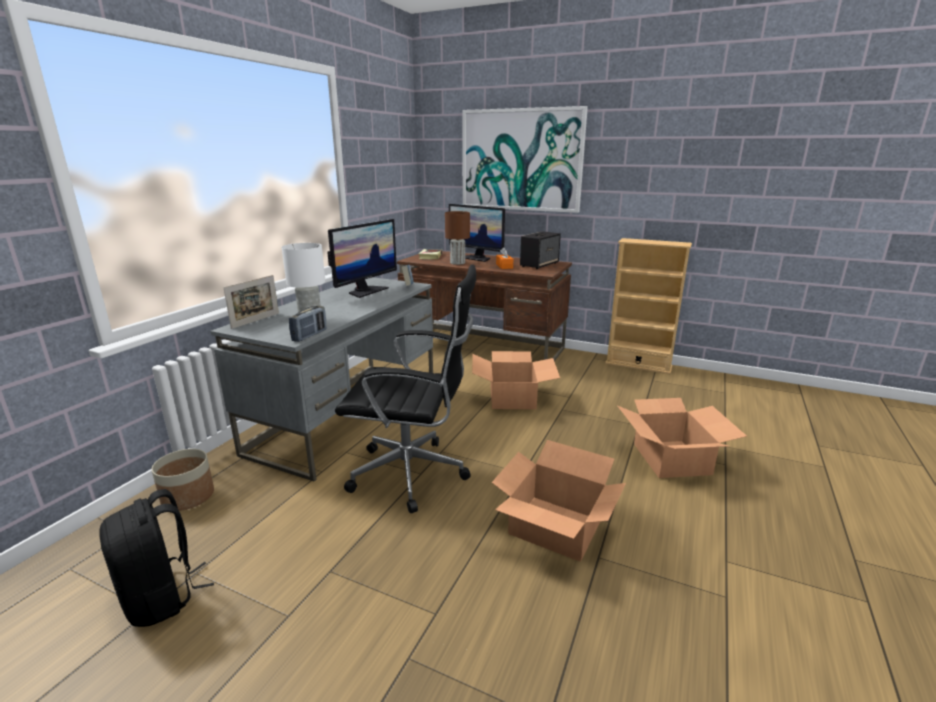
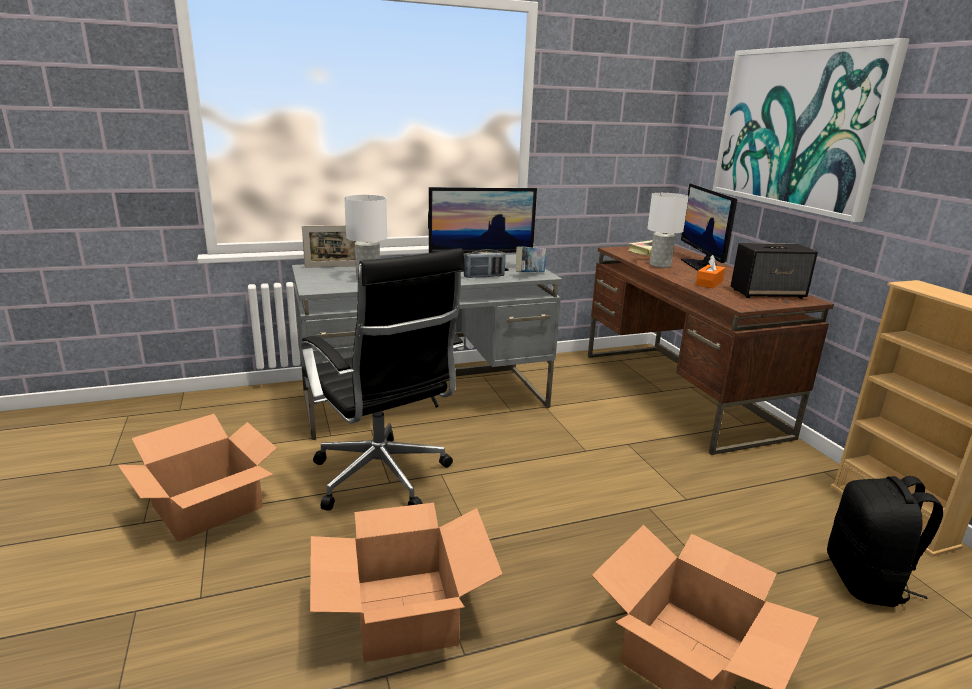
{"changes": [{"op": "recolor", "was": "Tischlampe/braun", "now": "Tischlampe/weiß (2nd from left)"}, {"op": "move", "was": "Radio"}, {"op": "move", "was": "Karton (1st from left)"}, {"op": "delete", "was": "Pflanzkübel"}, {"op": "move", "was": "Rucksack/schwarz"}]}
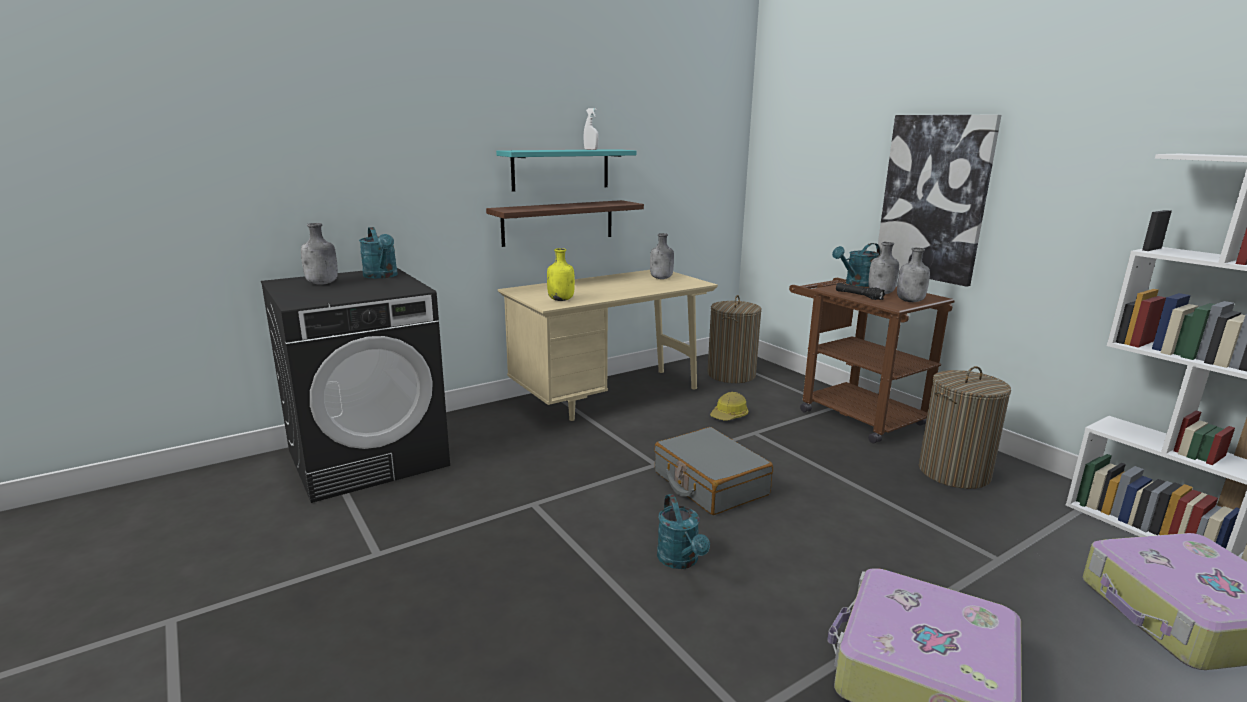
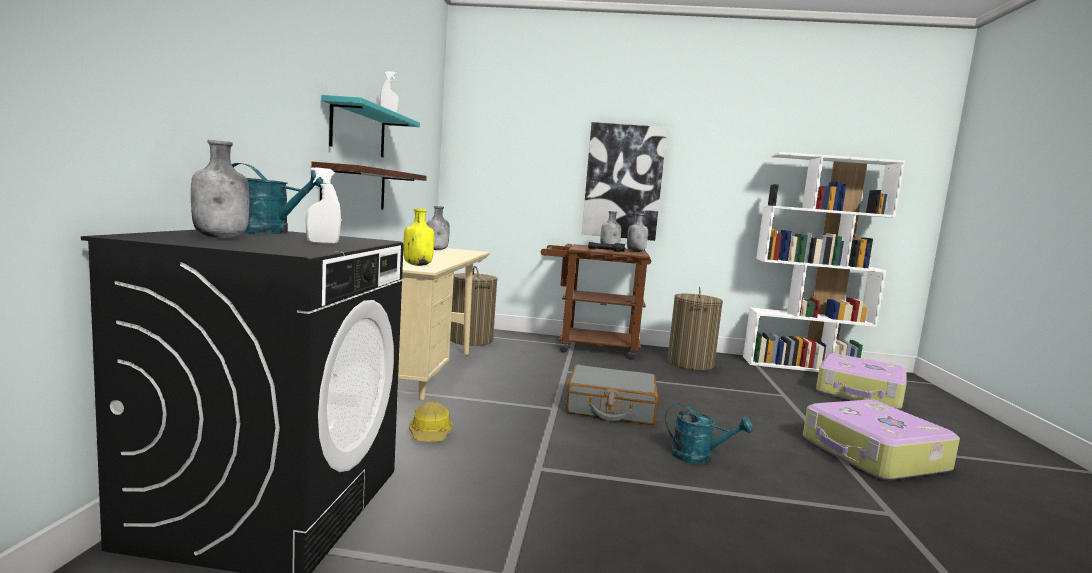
{"changes": [{"op": "delete", "was": "Gießkanne/türkis (3rd from left)"}, {"op": "move", "was": "Schutzhelm"}, {"op": "insert", "now": "Sprühflasche/weiß (1st from left)"}]}
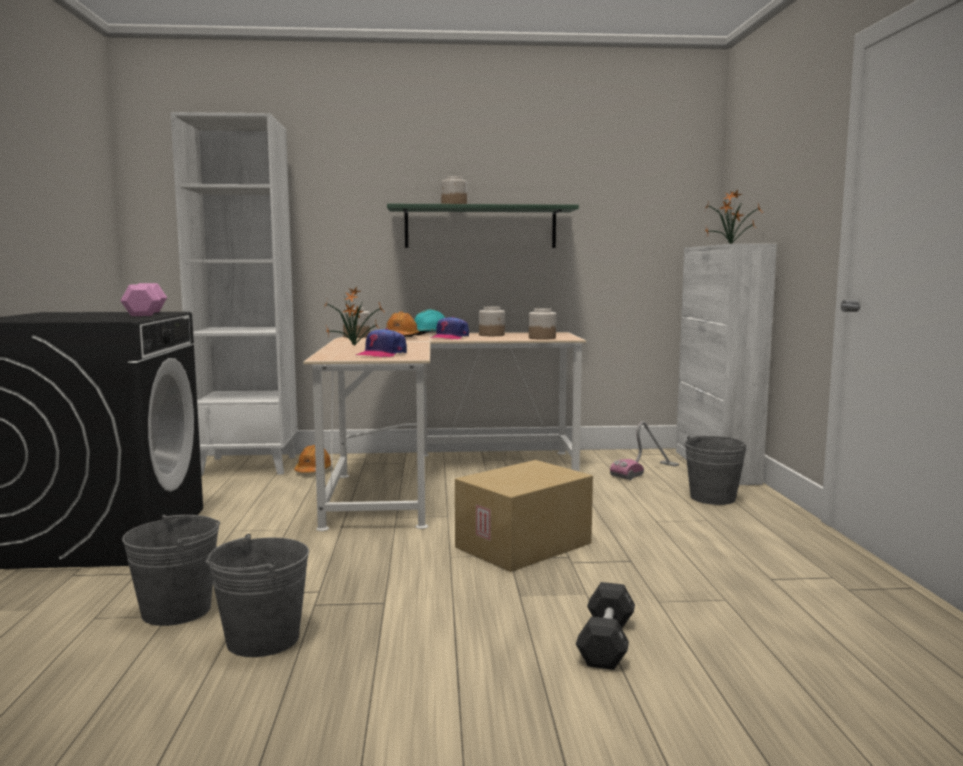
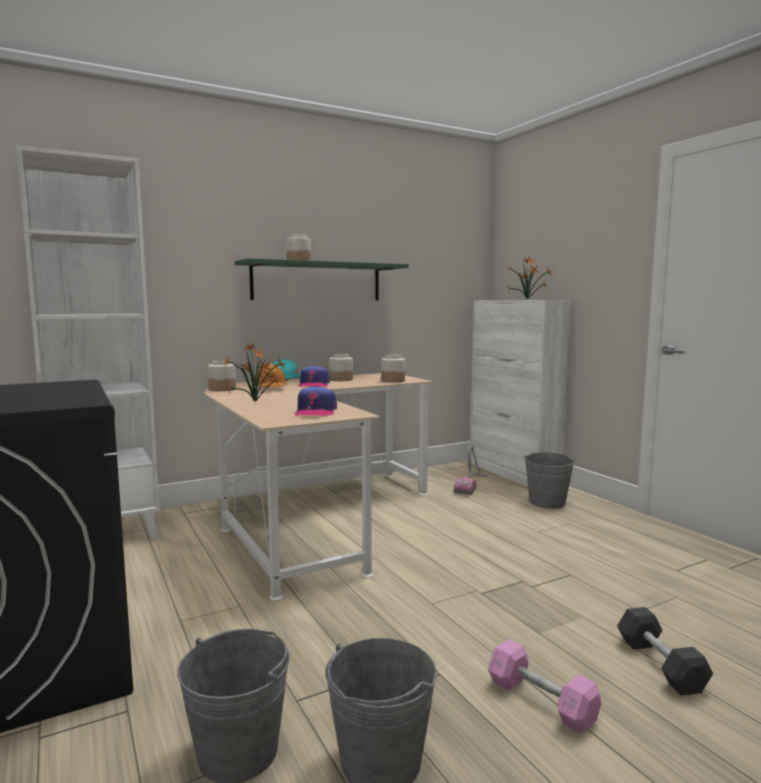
{"changes": [{"op": "move", "was": "Hantel/rosa"}, {"op": "delete", "was": "Schutzhelm/orange (1st from left)"}, {"op": "delete", "was": "Karton"}]}
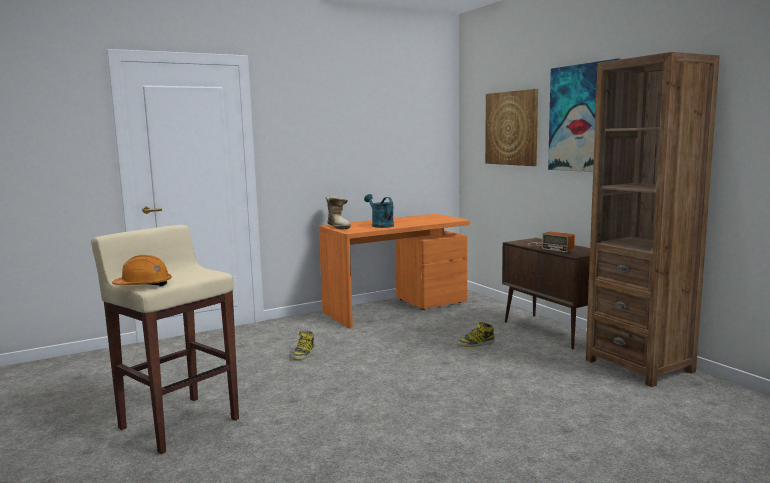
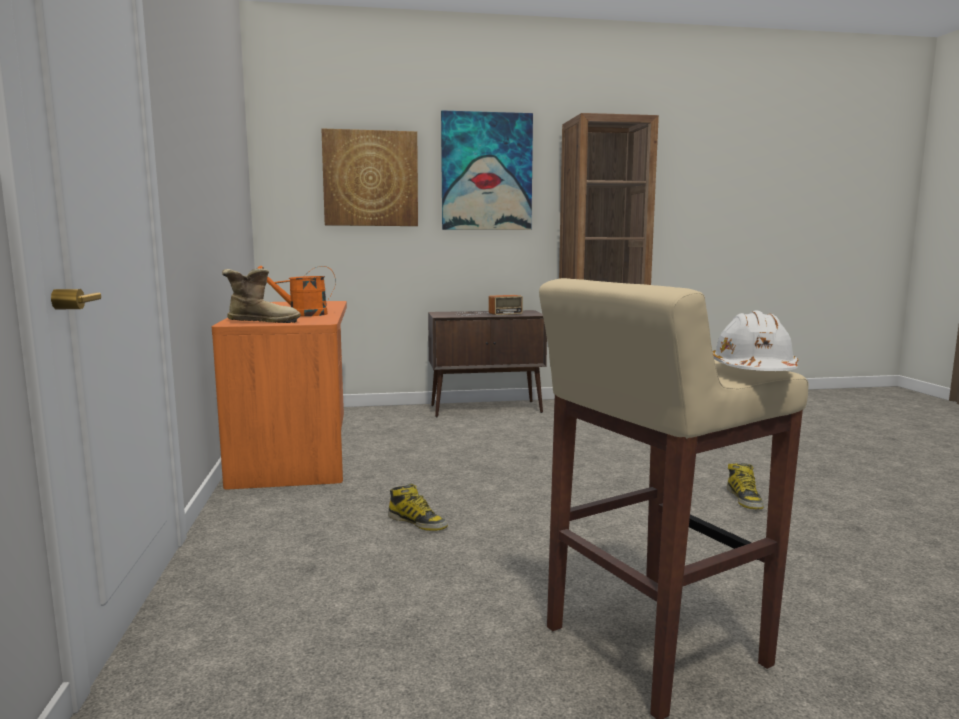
{"changes": [{"op": "recolor", "was": "Gießkanne/türkis", "now": "Gießkanne/orange"}, {"op": "recolor", "was": "Schutzhelm/orange", "now": "Schutzhelm/weiß"}, {"op": "move", "was": "Stiefel (3rd from left)"}]}
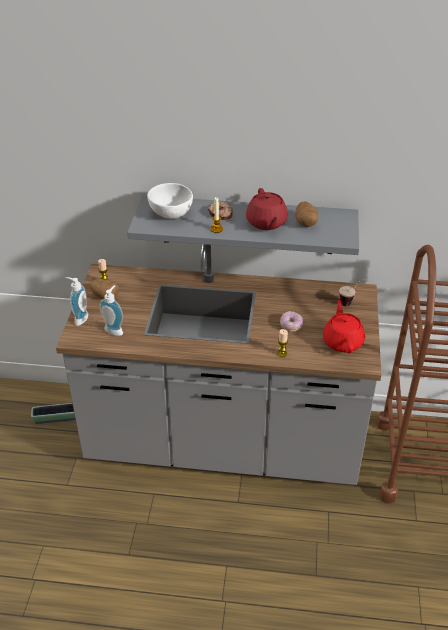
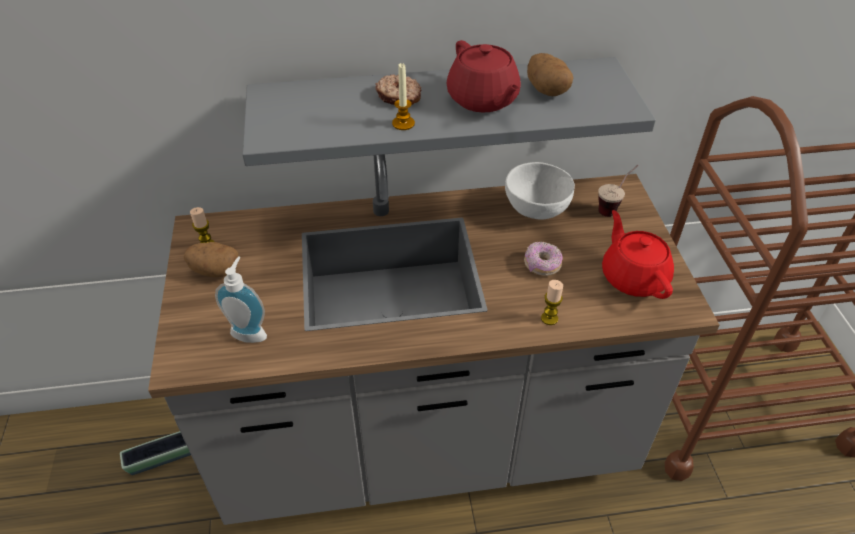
{"changes": [{"op": "move", "was": "Schüssel/weiß"}, {"op": "delete", "was": "Seifenspender (1st from left)"}]}
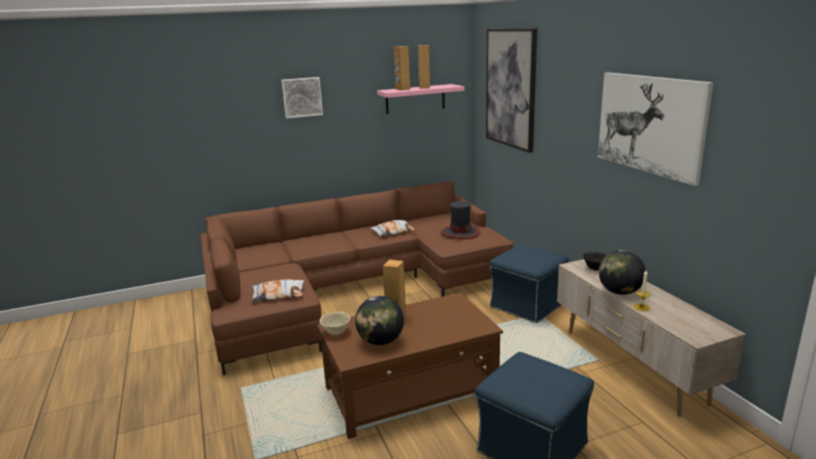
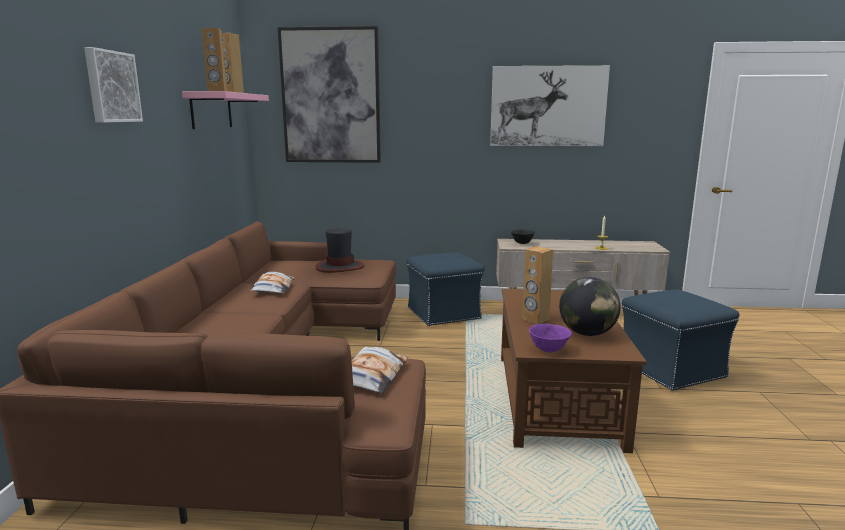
{"changes": [{"op": "delete", "was": "Globus (2nd from left)"}, {"op": "recolor", "was": "Schüssel/beige", "now": "Schüssel/lila"}]}
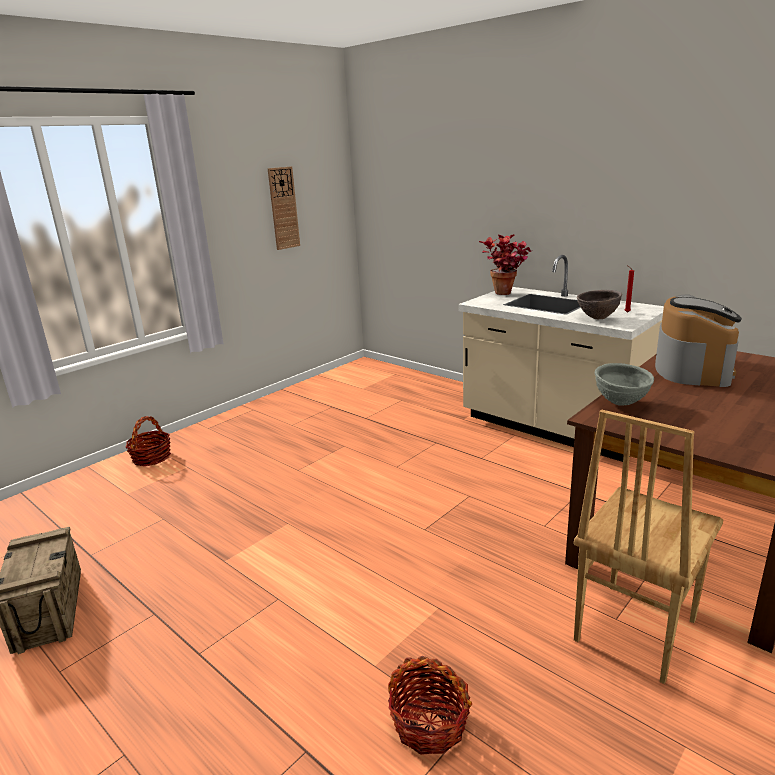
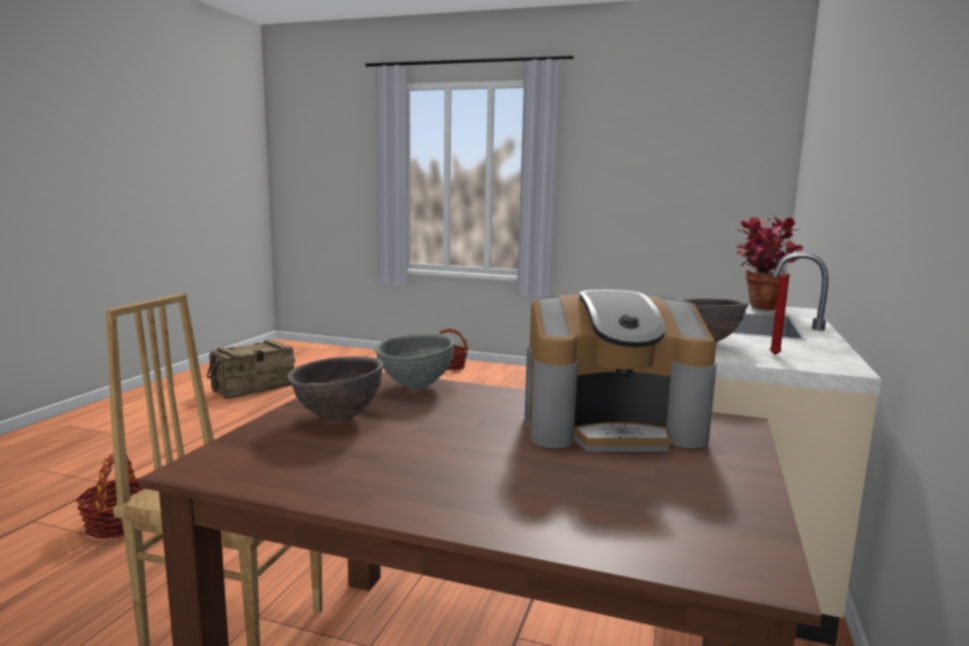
{"changes": [{"op": "delete", "was": "Wanduhr"}, {"op": "insert", "now": "Schüssel/braun (1st from left)"}]}
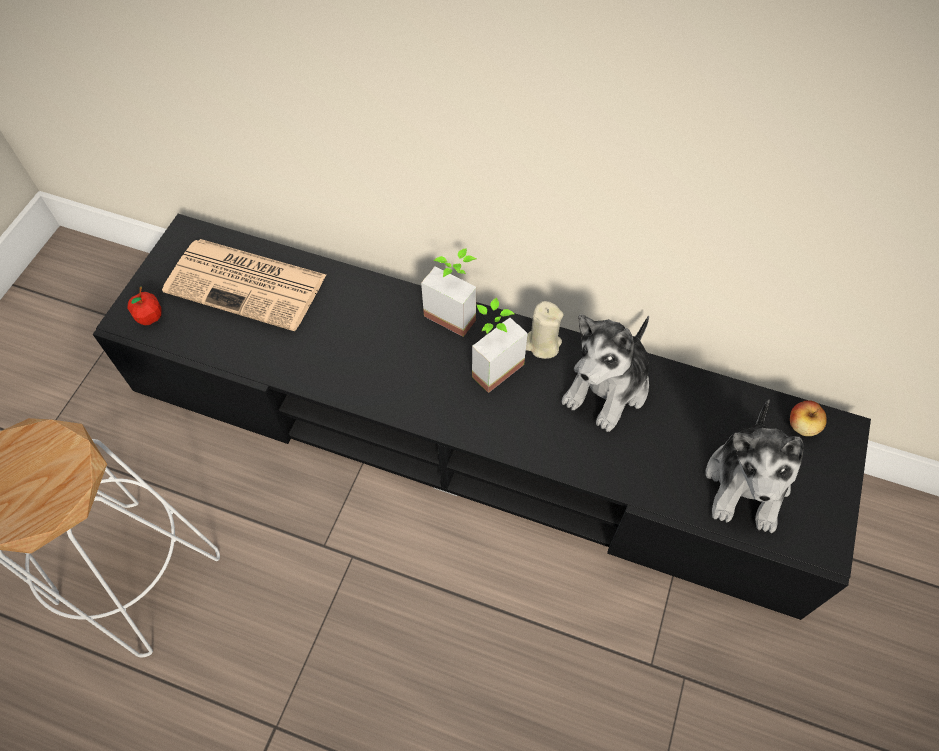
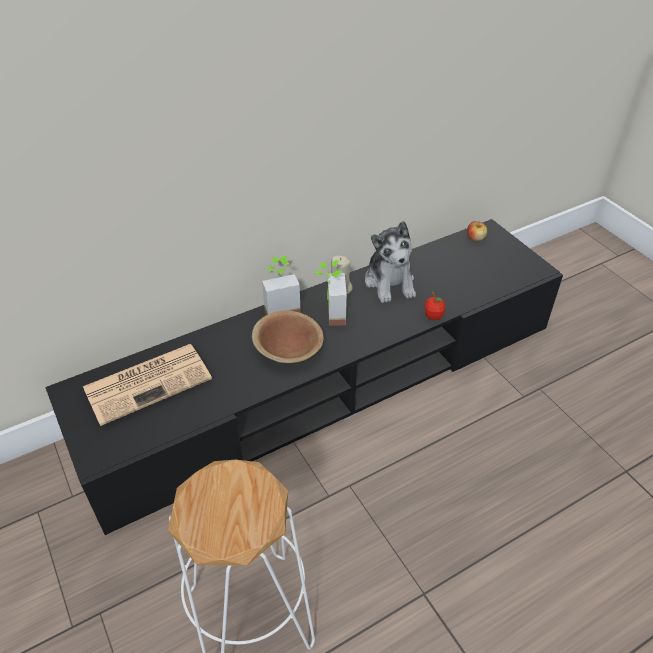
{"changes": [{"op": "move", "was": "Apfel (1st from left)"}, {"op": "delete", "was": "Plüschtier (2nd from left)"}, {"op": "insert", "now": "Schüssel/braun"}]}
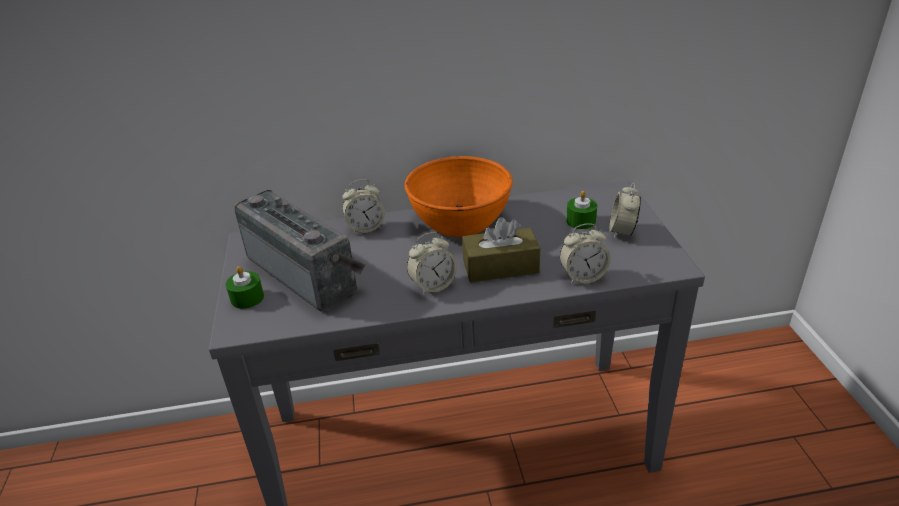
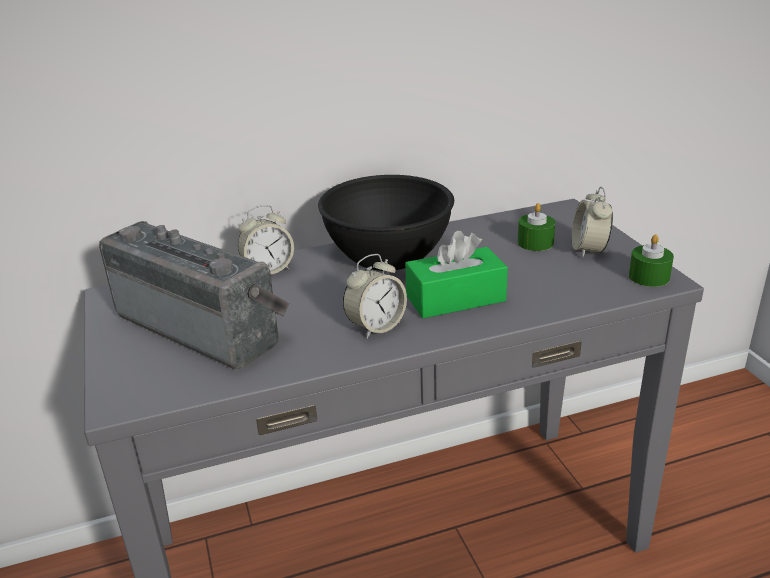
{"changes": [{"op": "recolor", "was": "Schüssel/orange", "now": "Schüssel/schwarz"}, {"op": "recolor", "was": "Taschentuchbox/braun", "now": "Taschentuchbox/grün"}, {"op": "delete", "was": "Wecker (3rd from left)"}, {"op": "move", "was": "Kerze/grün (1st from left in the first image)", "now": "Kerze/grün (2nd from left)"}]}
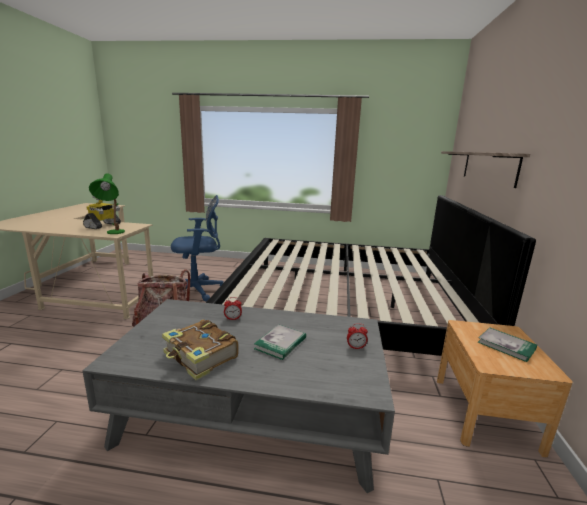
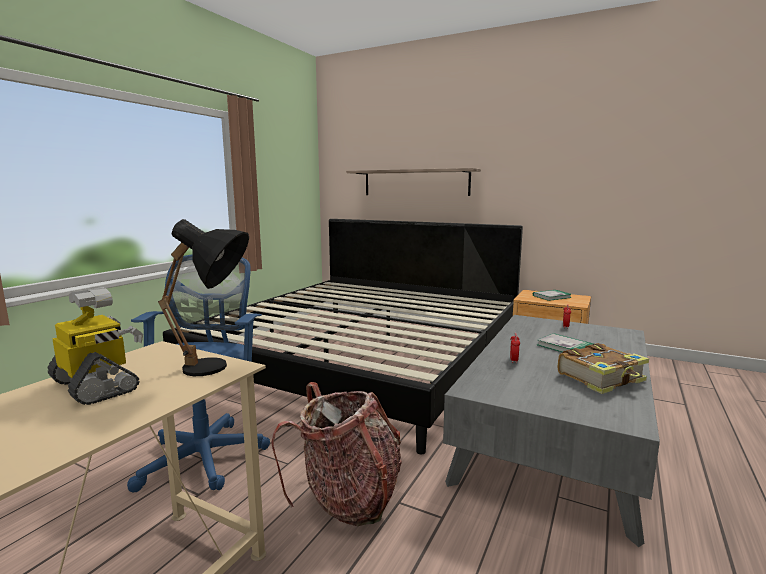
{"changes": [{"op": "recolor", "was": "Tischlampe/grün", "now": "Tischlampe/schwarz"}]}
